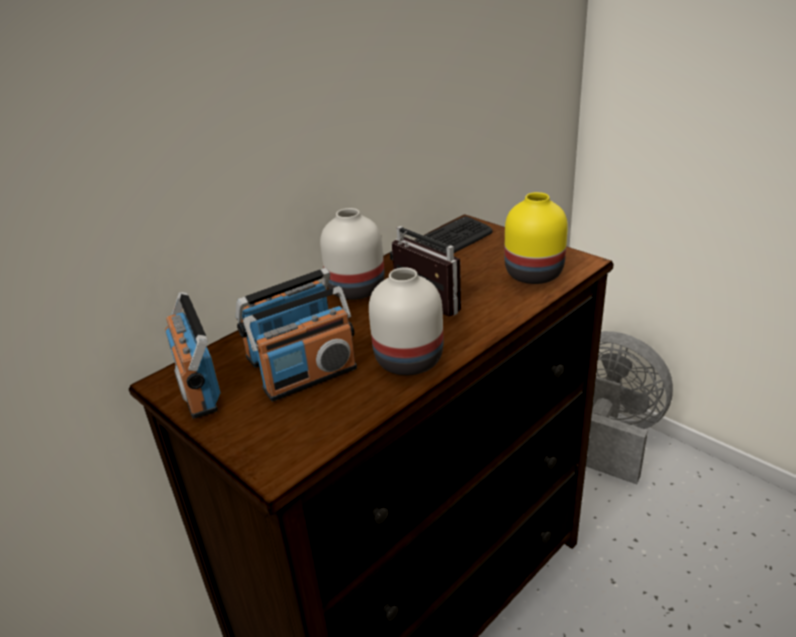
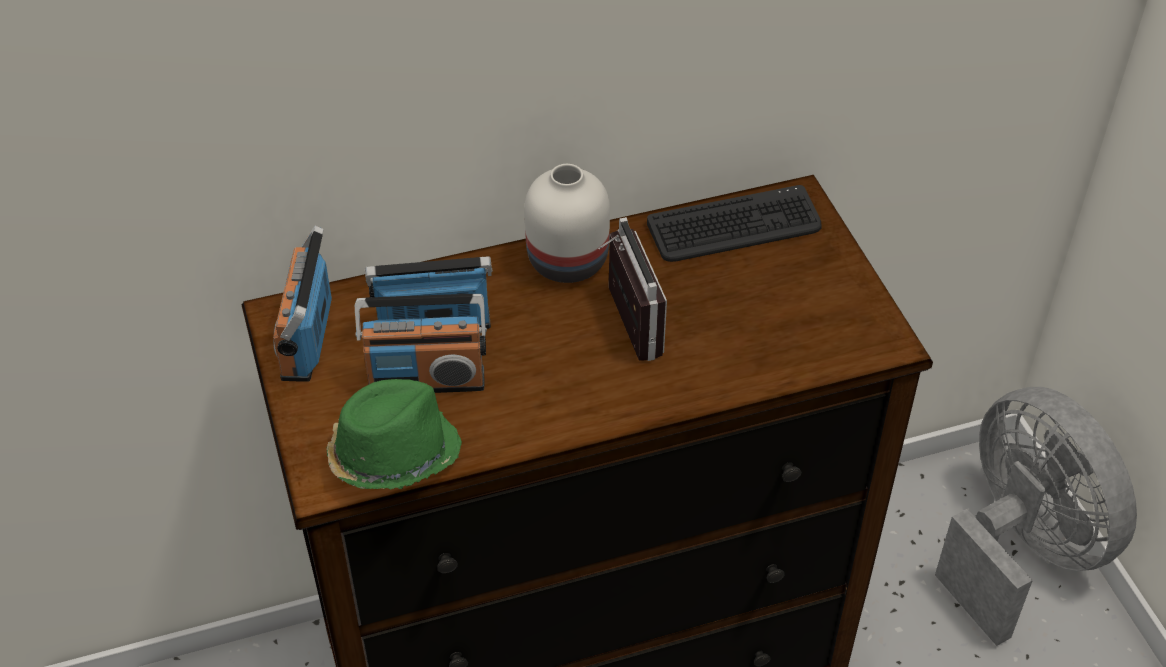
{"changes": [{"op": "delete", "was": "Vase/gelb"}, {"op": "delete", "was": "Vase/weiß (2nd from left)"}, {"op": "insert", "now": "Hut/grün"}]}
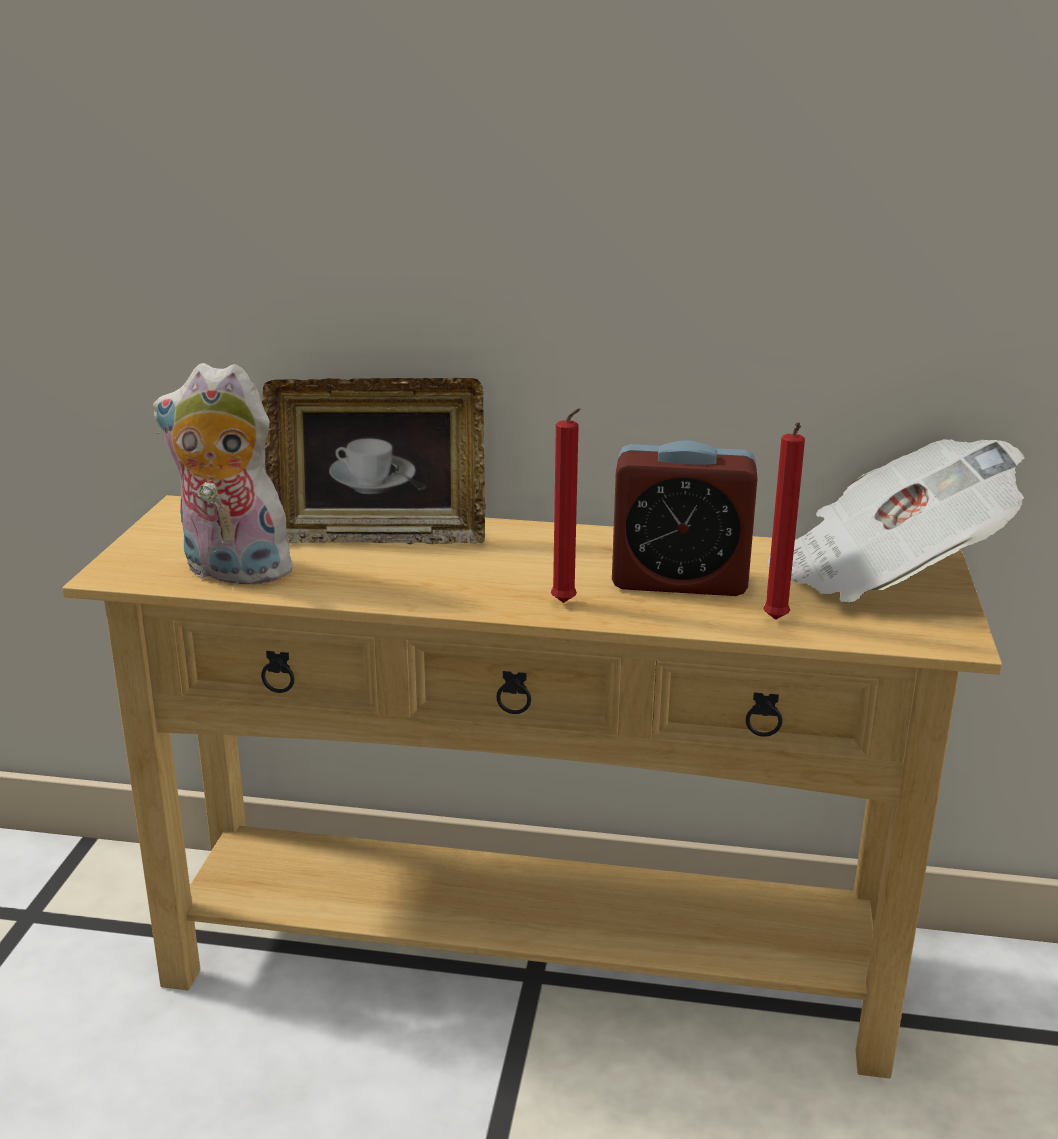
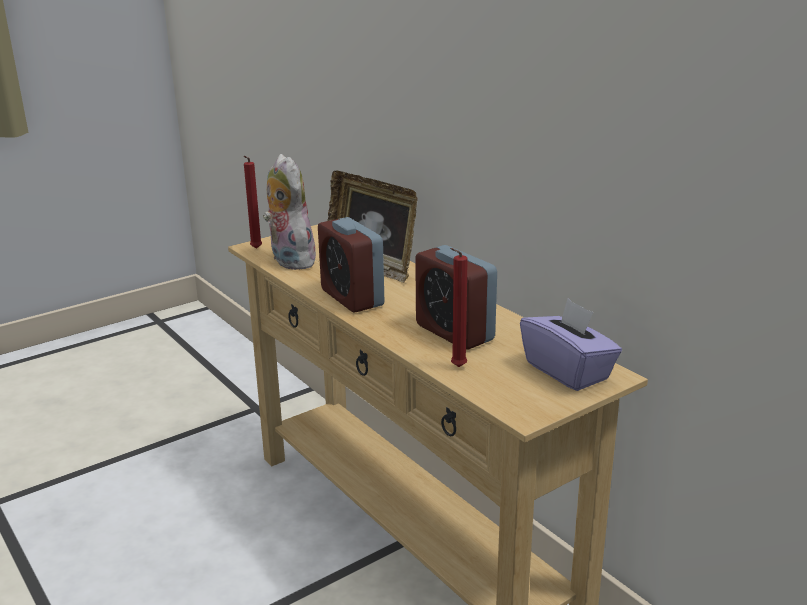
{"changes": [{"op": "move", "was": "Kerze/rot (1st from left)"}, {"op": "replace", "was": "Zeitung", "now": "Taschentuchbox/lila"}, {"op": "insert", "now": "Wecker (1st from left)"}]}
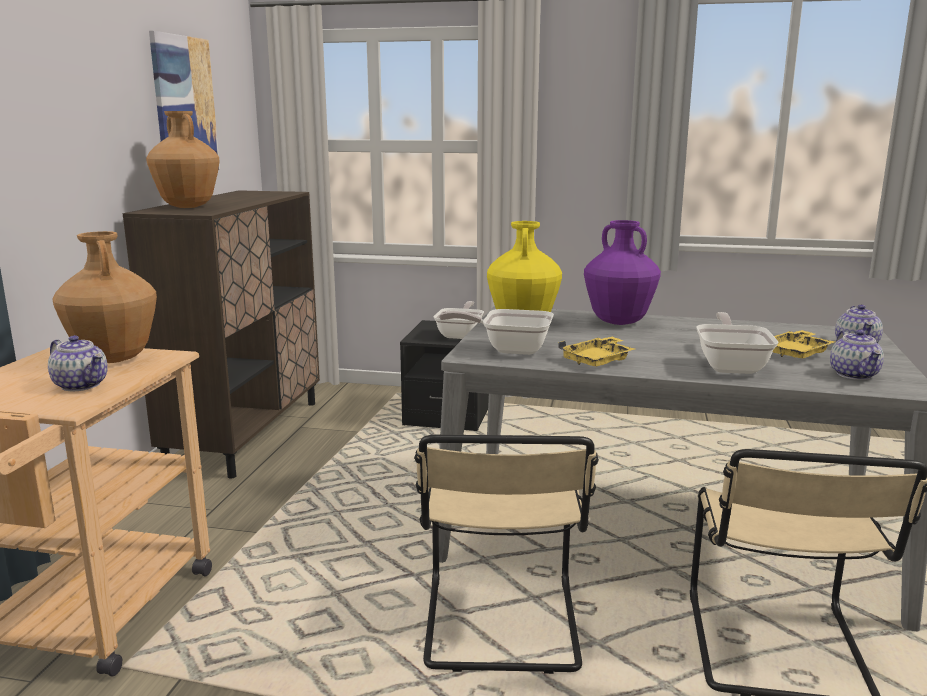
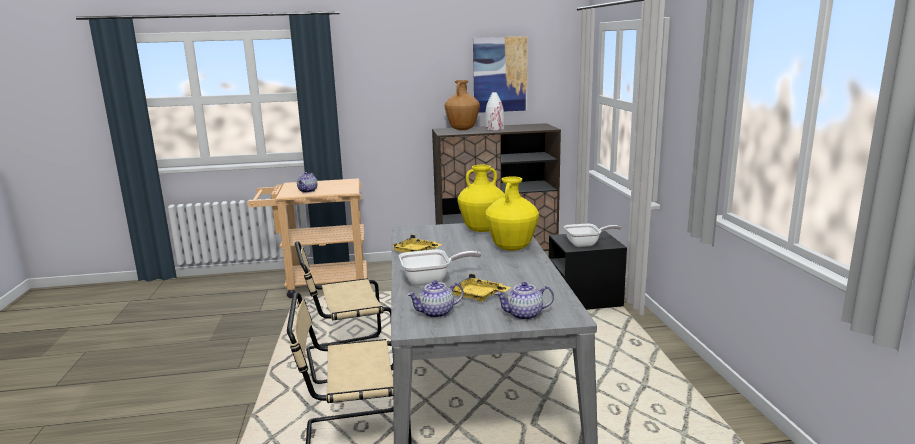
{"changes": [{"op": "recolor", "was": "Vase/lila", "now": "Vase/gelb (2nd from left)"}, {"op": "delete", "was": "Vase/braun (1st from left)"}, {"op": "delete", "was": "Pfanne (2nd from left)"}, {"op": "insert", "now": "Vase/weiß"}]}
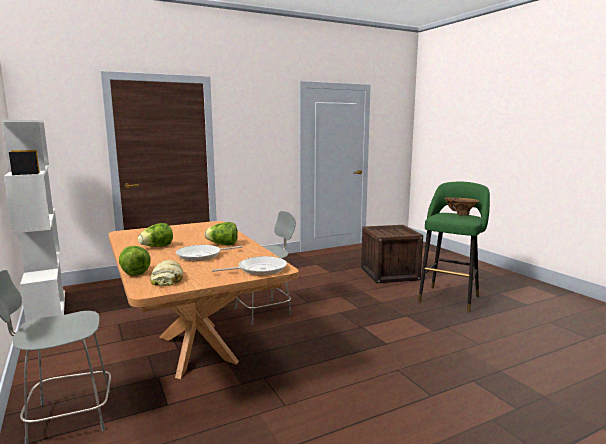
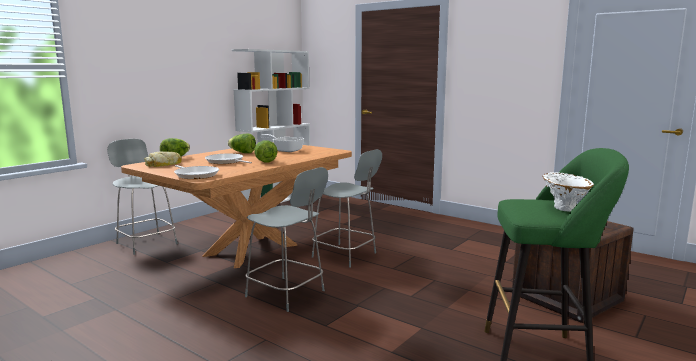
{"changes": [{"op": "recolor", "was": "Vase/braun", "now": "Vase/weiß"}, {"op": "insert", "now": "Pfanne (3rd from left)"}, {"op": "insert", "now": "Stuhl/grau (2nd from left)"}]}
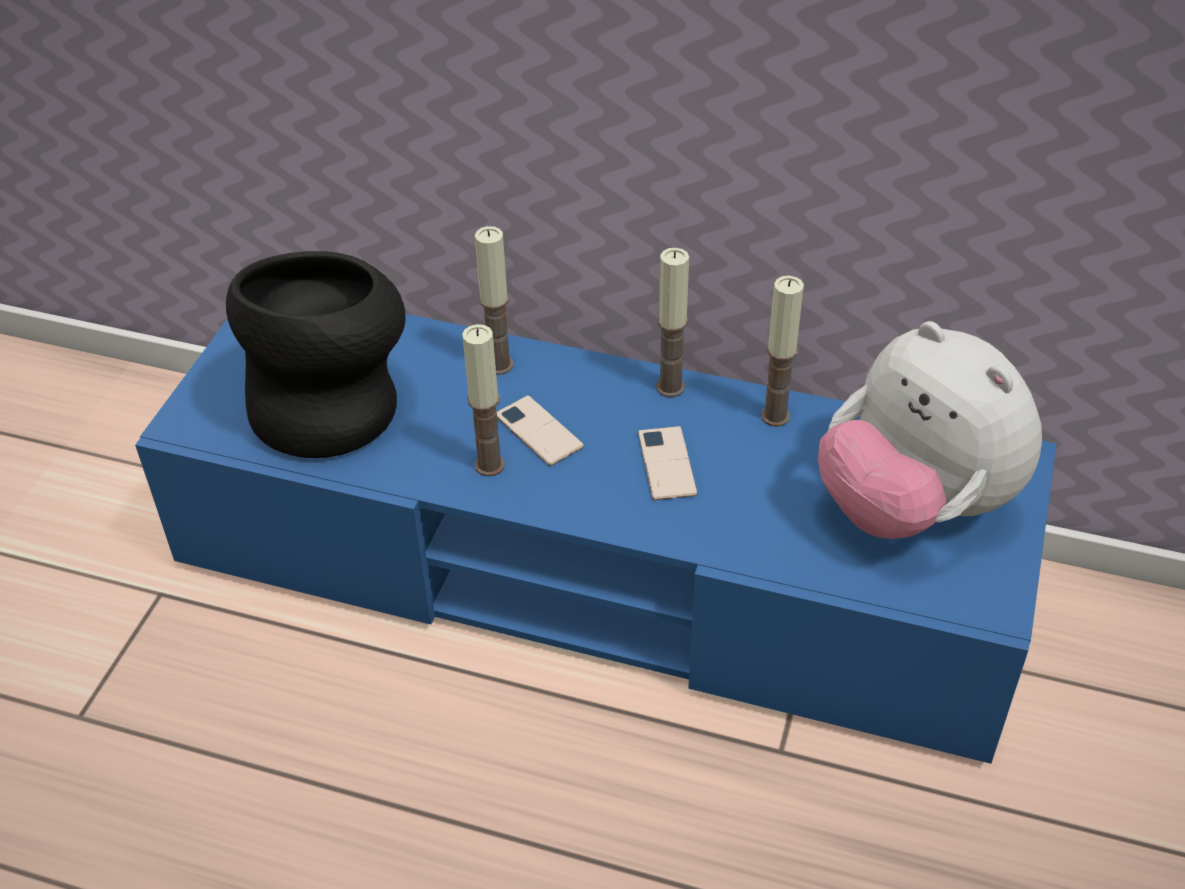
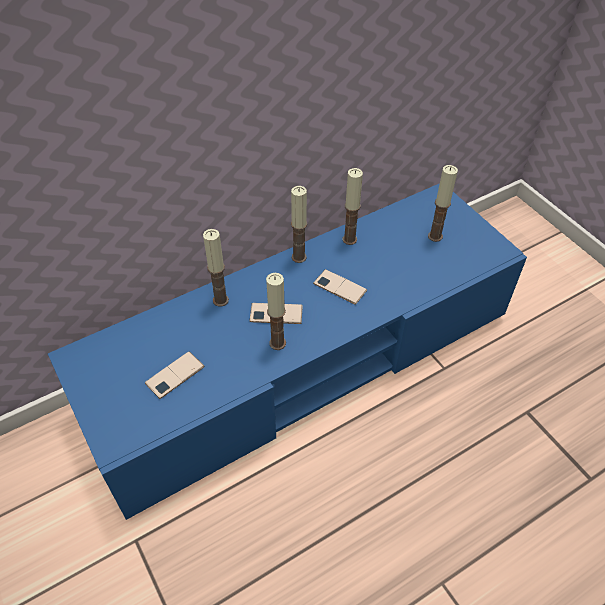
{"changes": [{"op": "replace", "was": "Vase/schwarz", "now": "Handy (1st from left)"}, {"op": "replace", "was": "Plüschtier", "now": "Kerze (5th from left)"}]}
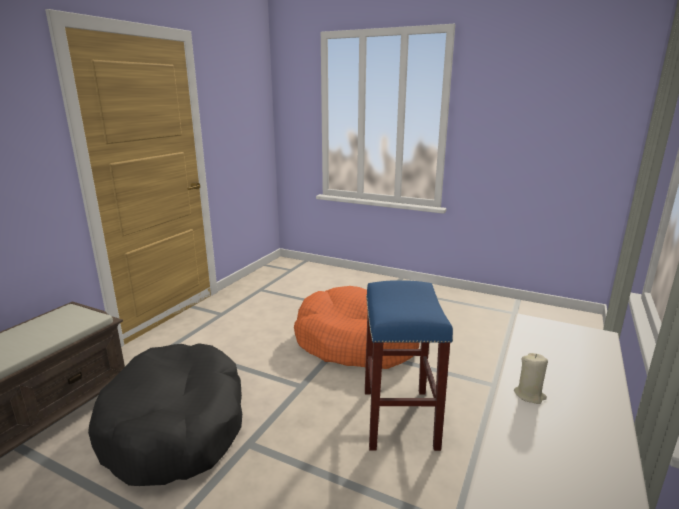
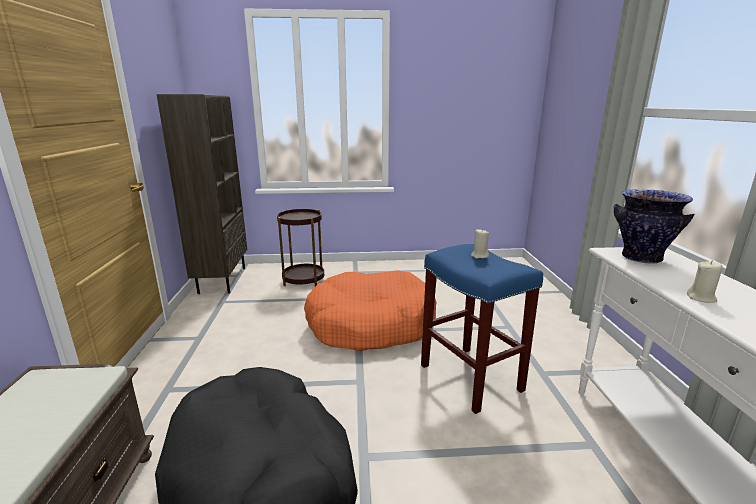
{"changes": [{"op": "insert", "now": "Bücherregal/braun"}, {"op": "insert", "now": "Vase"}, {"op": "insert", "now": "Beistelltisch/braun"}, {"op": "insert", "now": "Kerze/beige (1st from left)"}]}
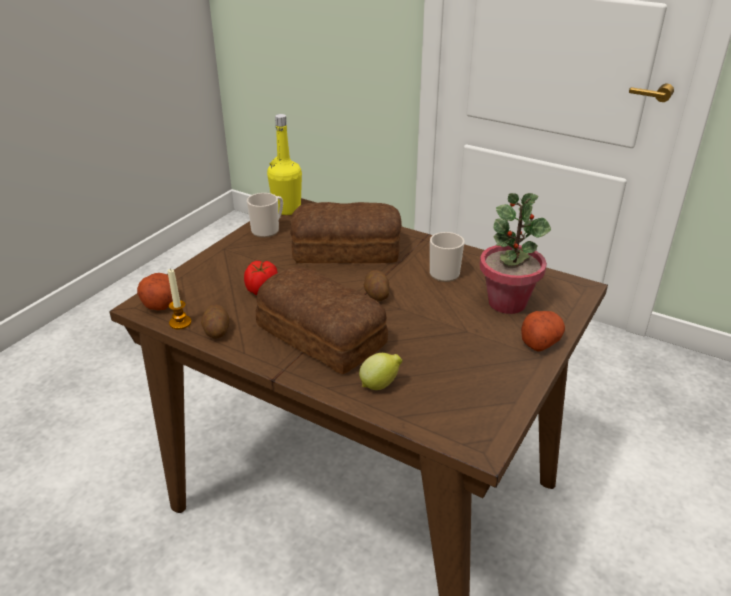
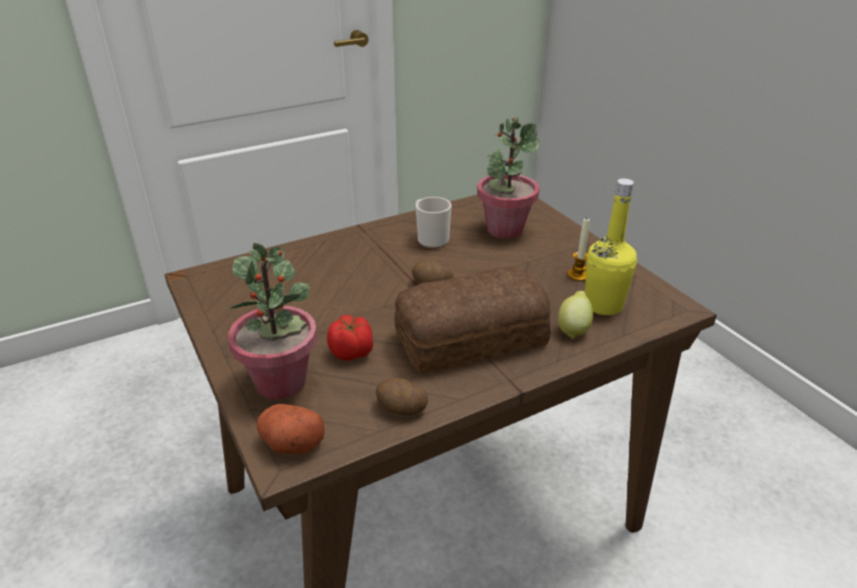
{"changes": [{"op": "move", "was": "Flasche/gelb"}, {"op": "delete", "was": "Henkelbecher (1st from left)"}, {"op": "delete", "was": "Brot (2nd from left)"}, {"op": "move", "was": "Kerze"}, {"op": "delete", "was": "Kartoffel (4th from left)"}, {"op": "insert", "now": "Topfpflanze (1st from left)"}]}
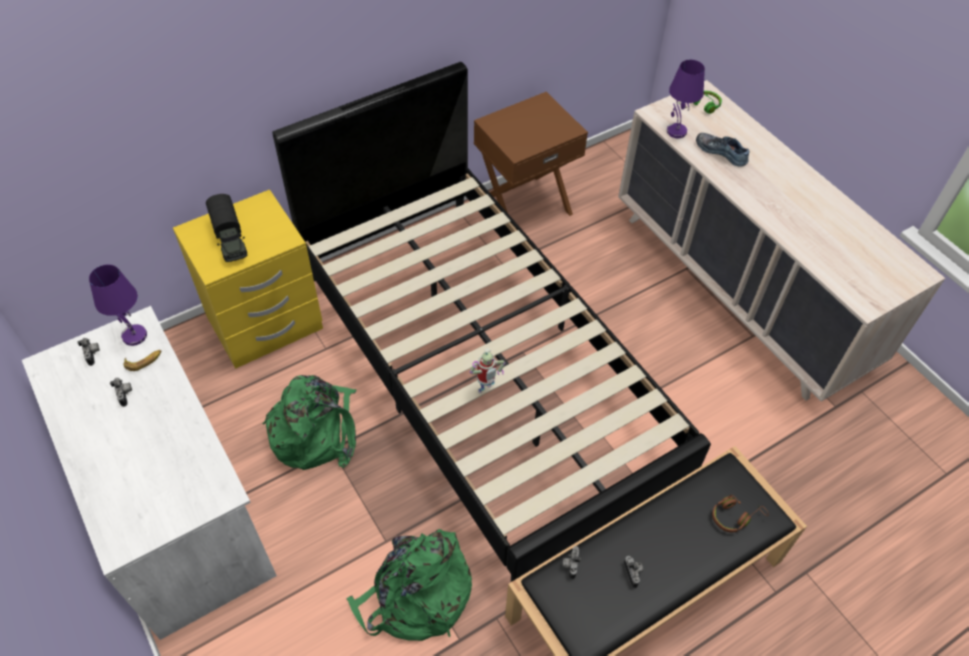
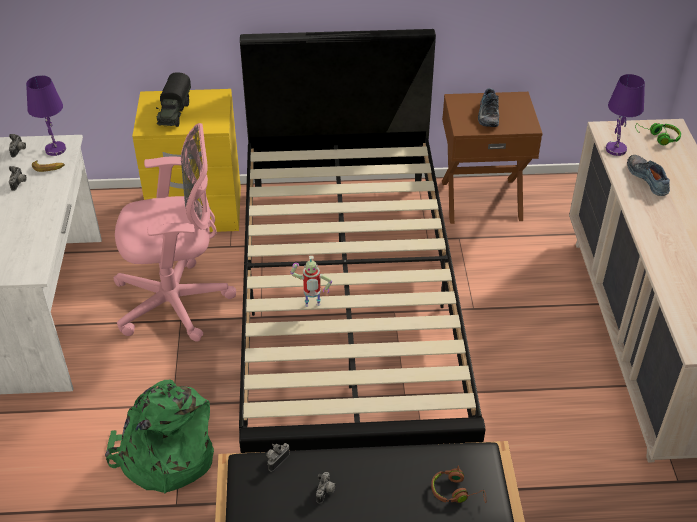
{"changes": [{"op": "replace", "was": "Rucksack/grün (1st from left)", "now": "Bürostuhl/rosa"}, {"op": "insert", "now": "Schuh (1st from left)"}]}
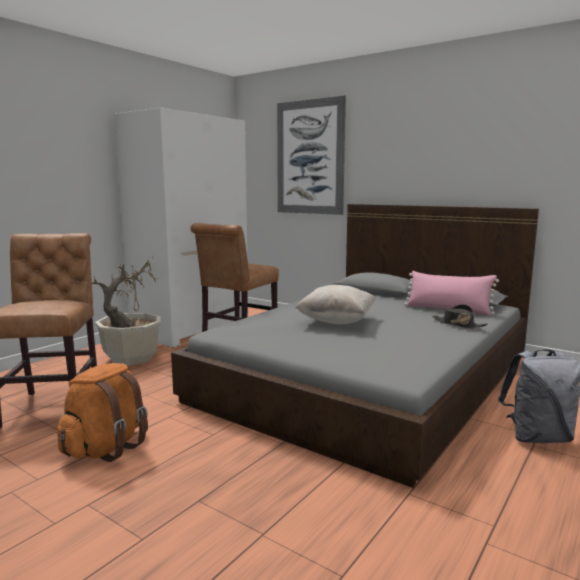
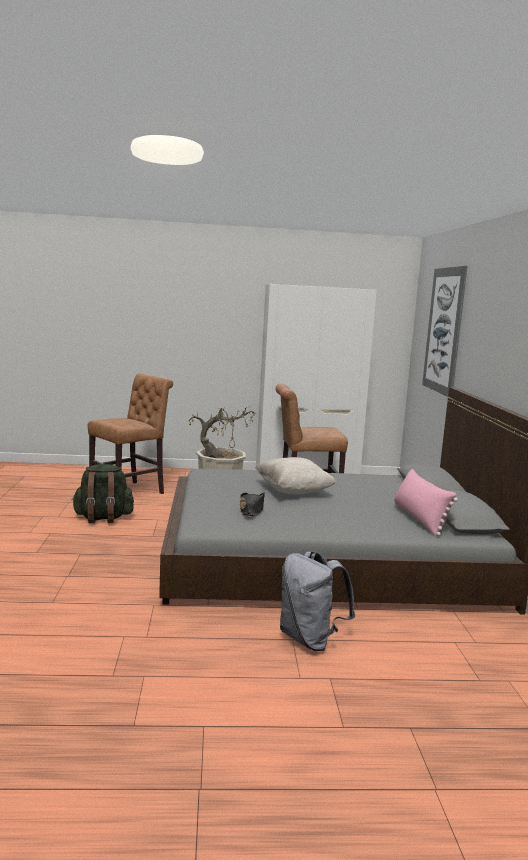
{"changes": [{"op": "move", "was": "Hut/schwarz"}, {"op": "recolor", "was": "Rucksack/orange", "now": "Rucksack/grün"}]}
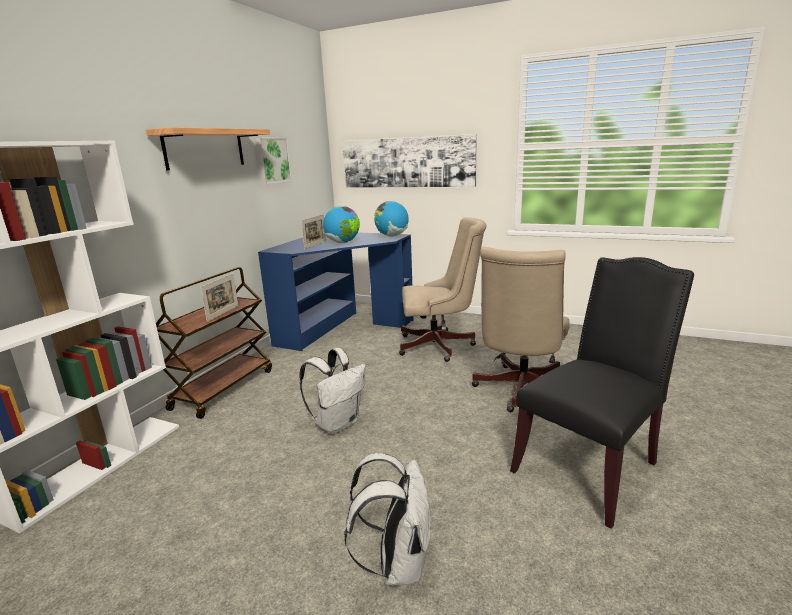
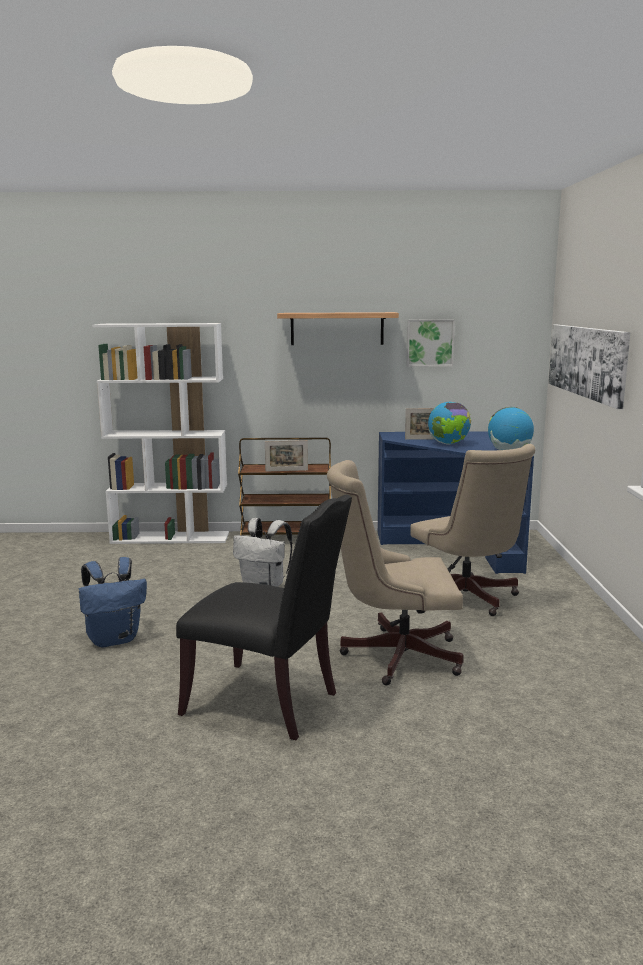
{"changes": [{"op": "recolor", "was": "Rucksack/weiß (2nd from left)", "now": "Rucksack/blau"}]}
